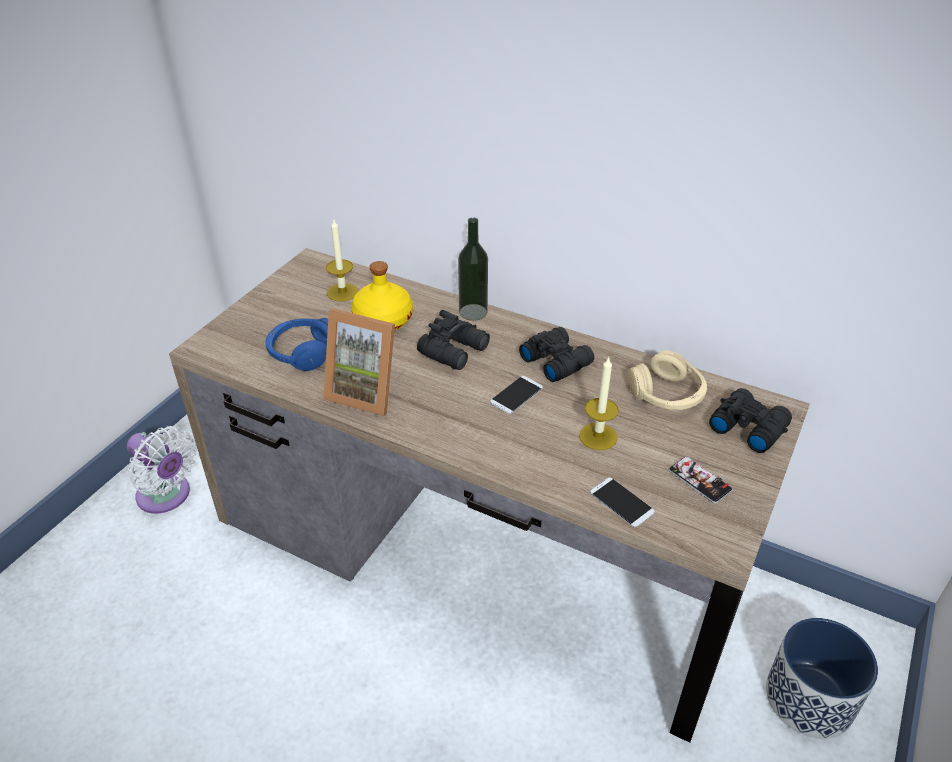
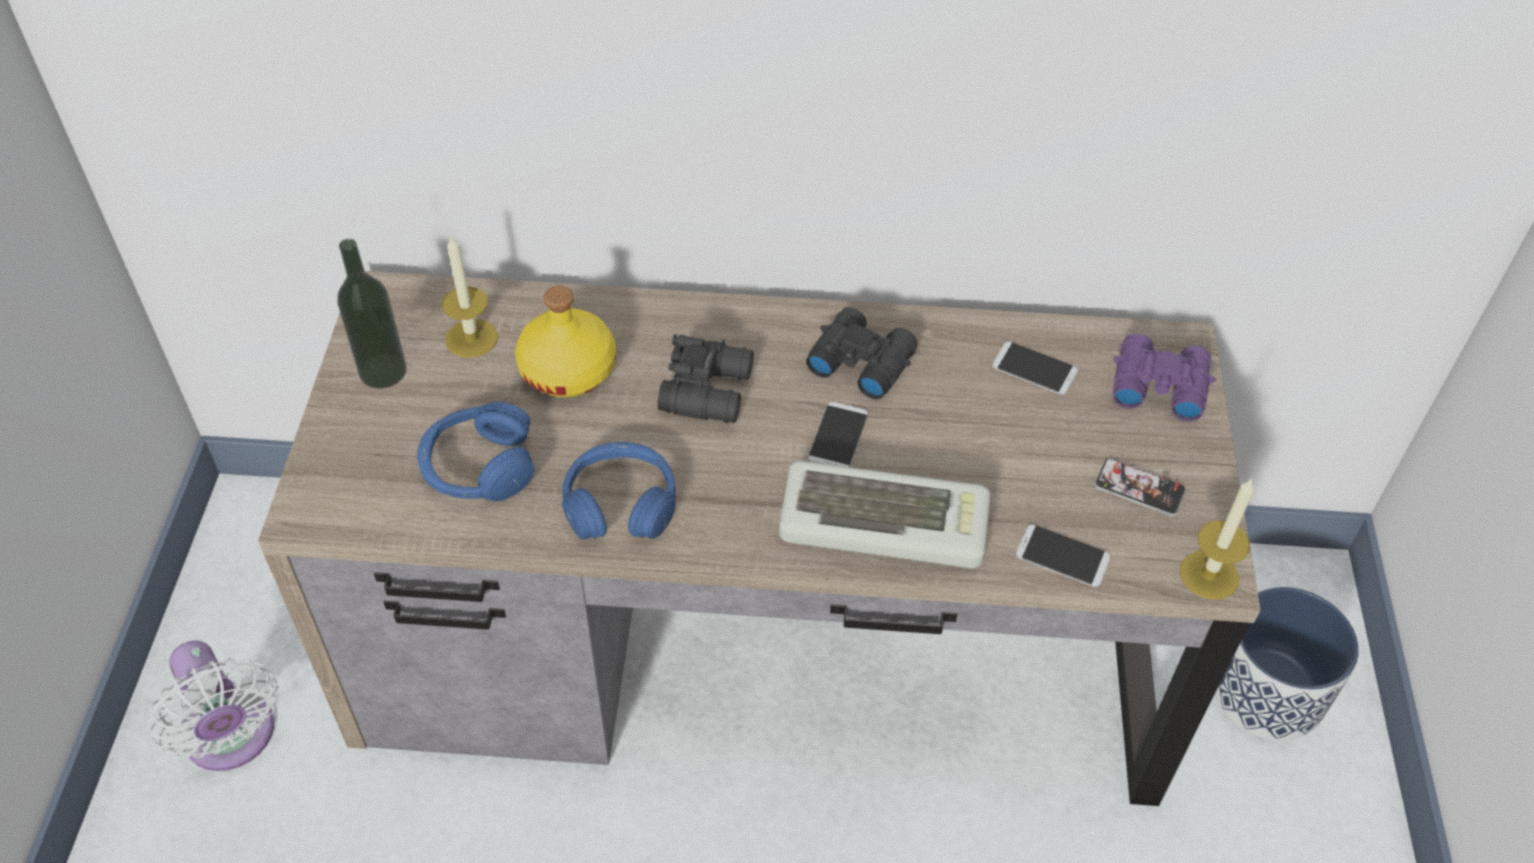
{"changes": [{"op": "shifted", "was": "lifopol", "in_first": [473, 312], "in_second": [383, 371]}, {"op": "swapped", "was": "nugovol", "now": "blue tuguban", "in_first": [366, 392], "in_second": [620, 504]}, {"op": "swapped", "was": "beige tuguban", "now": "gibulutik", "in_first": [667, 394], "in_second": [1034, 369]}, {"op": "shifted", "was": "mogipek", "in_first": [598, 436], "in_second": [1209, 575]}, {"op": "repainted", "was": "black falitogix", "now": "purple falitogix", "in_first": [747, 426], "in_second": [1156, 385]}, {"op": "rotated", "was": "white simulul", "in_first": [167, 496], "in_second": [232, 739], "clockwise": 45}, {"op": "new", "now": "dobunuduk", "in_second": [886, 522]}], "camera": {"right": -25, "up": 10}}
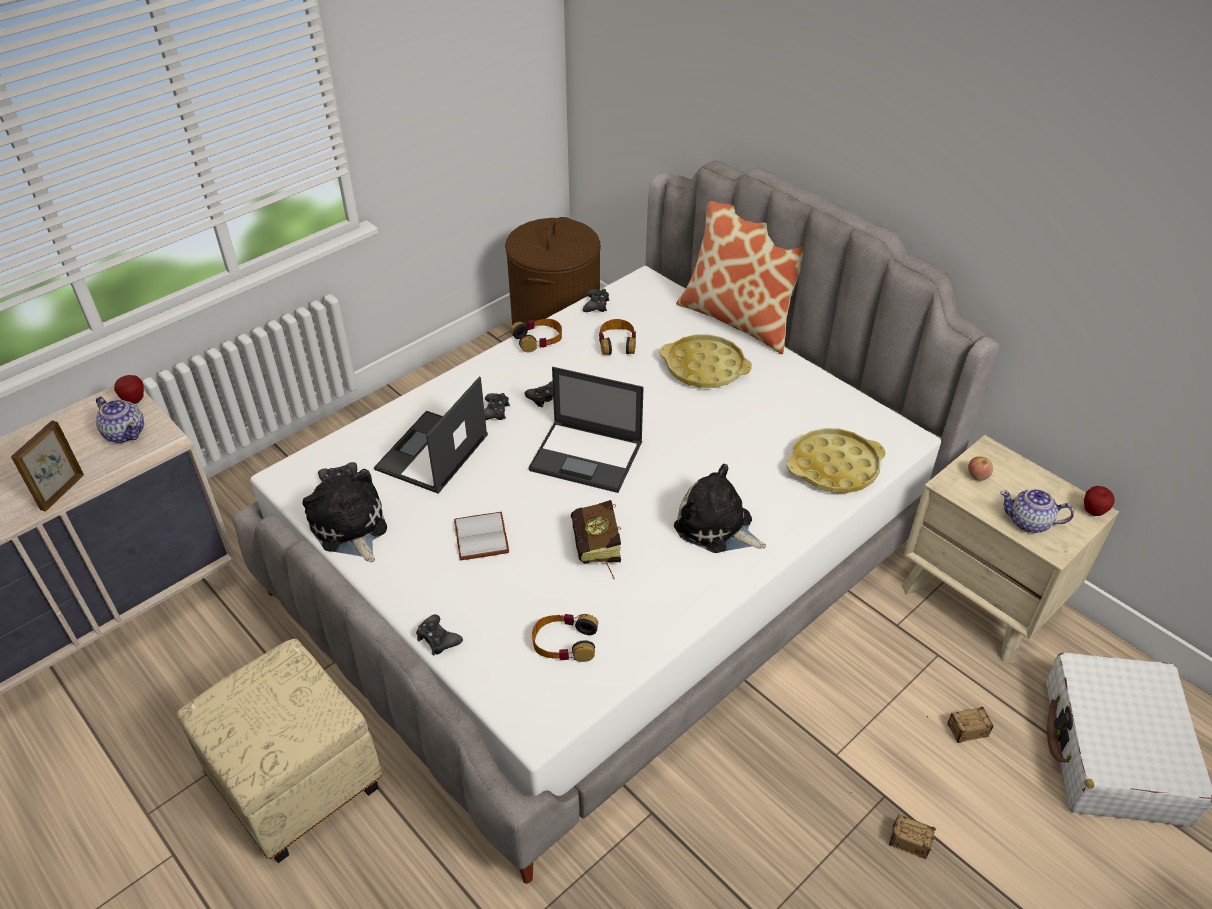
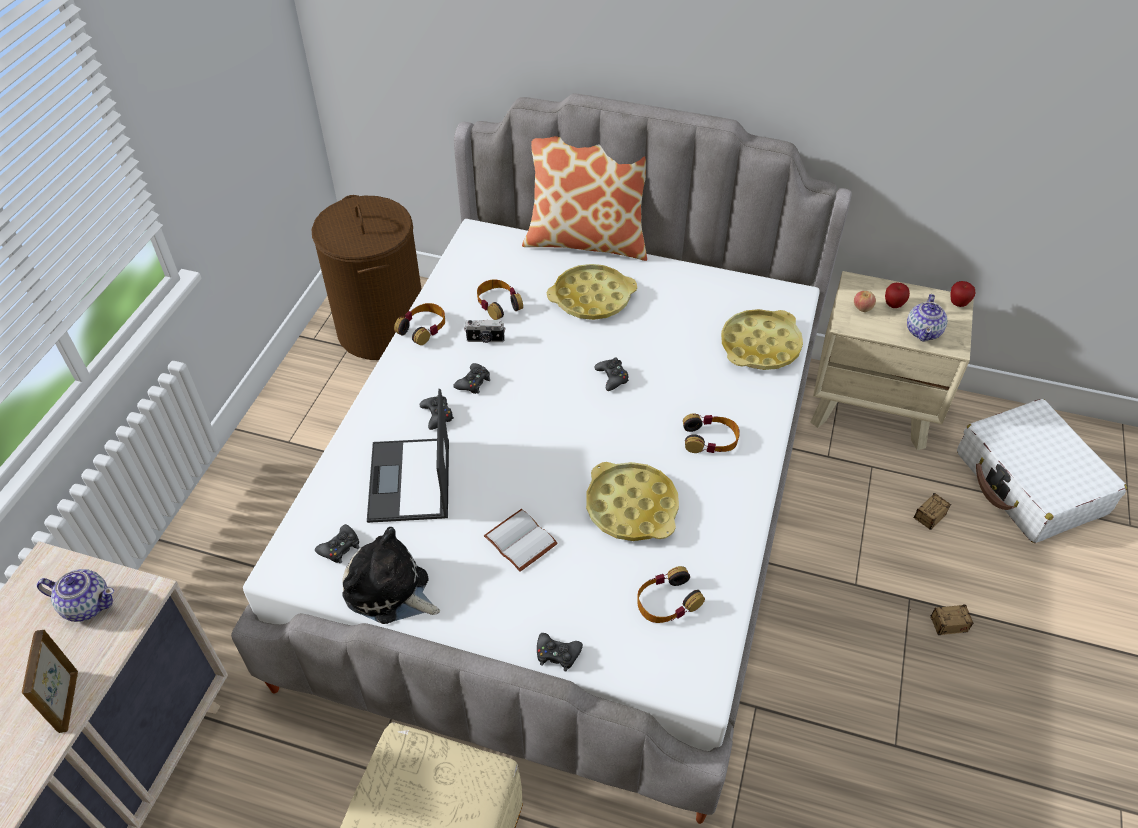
{"changes": [{"op": "shifted", "was": "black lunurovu", "in_first": [596, 305], "in_second": [612, 377]}, {"op": "gone", "was": "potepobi", "in_first": [587, 456]}, {"op": "shifted", "was": "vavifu", "in_first": [134, 400], "in_second": [893, 305]}, {"op": "swapped", "was": "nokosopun", "now": "tuguban", "in_first": [717, 527], "in_second": [710, 439]}, {"op": "rotated", "was": "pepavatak", "in_first": [1029, 522], "in_second": [923, 331], "clockwise": -60}, {"op": "swapped", "was": "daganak", "now": "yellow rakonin", "in_first": [597, 552], "in_second": [631, 507]}, {"op": "new", "now": "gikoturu", "in_second": [485, 340]}], "camera": {"right": -30, "up": 5}}
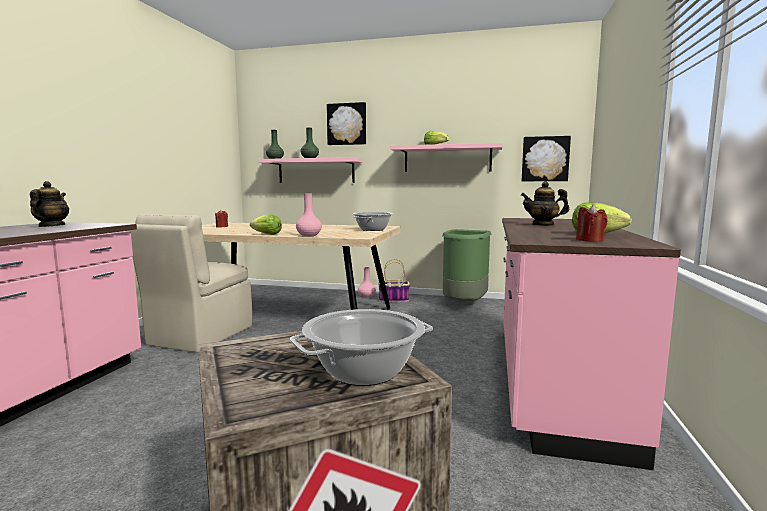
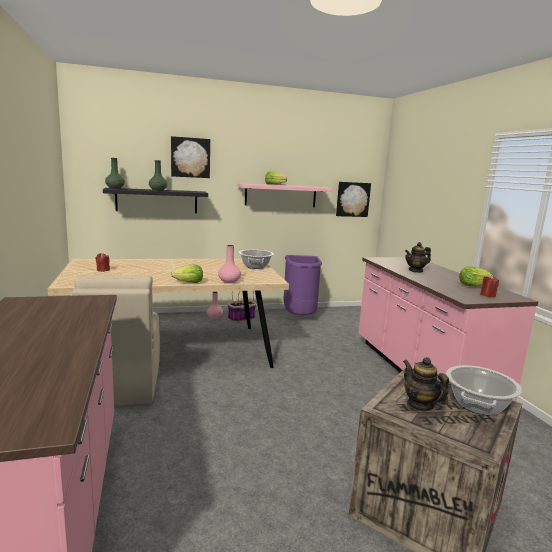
{"changes": [{"op": "repainted", "was": "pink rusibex", "now": "black rusibex", "in_first": [316, 171], "in_second": [157, 200]}, {"op": "shifted", "was": "pepavatak", "in_first": [51, 226], "in_second": [420, 405]}, {"op": "repainted", "was": "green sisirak", "now": "purple sisirak", "in_first": [464, 305], "in_second": [300, 317]}], "camera": {"right": -30, "up": 5}}
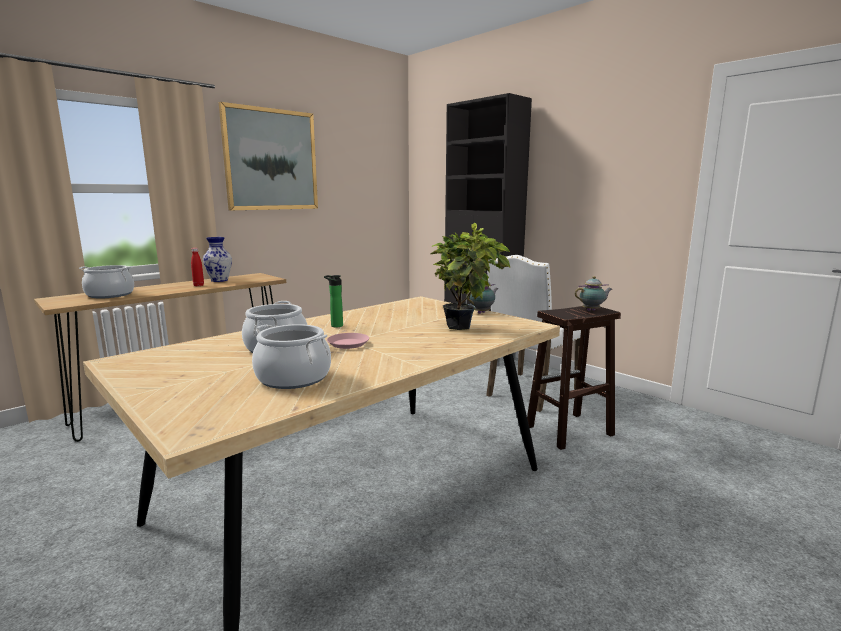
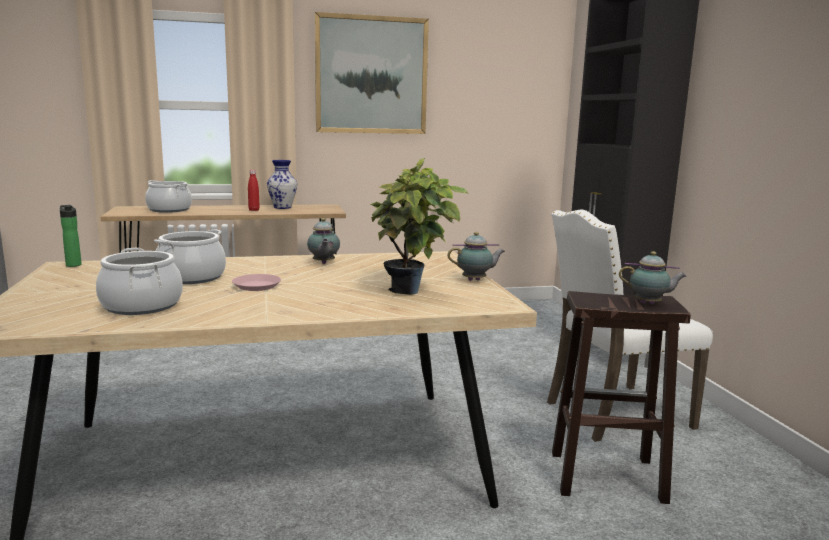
{"changes": [{"op": "shifted", "was": "lifopol", "in_first": [335, 325], "in_second": [73, 264]}, {"op": "new", "now": "pepavatak", "in_second": [323, 263]}], "camera": {"right": 30, "up": 0}}
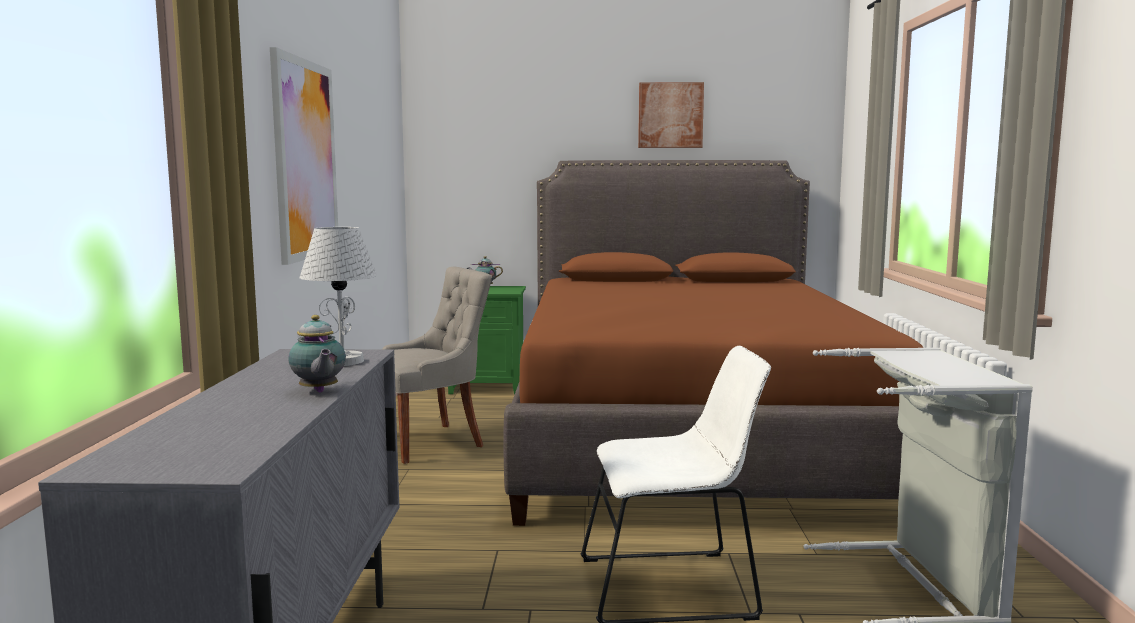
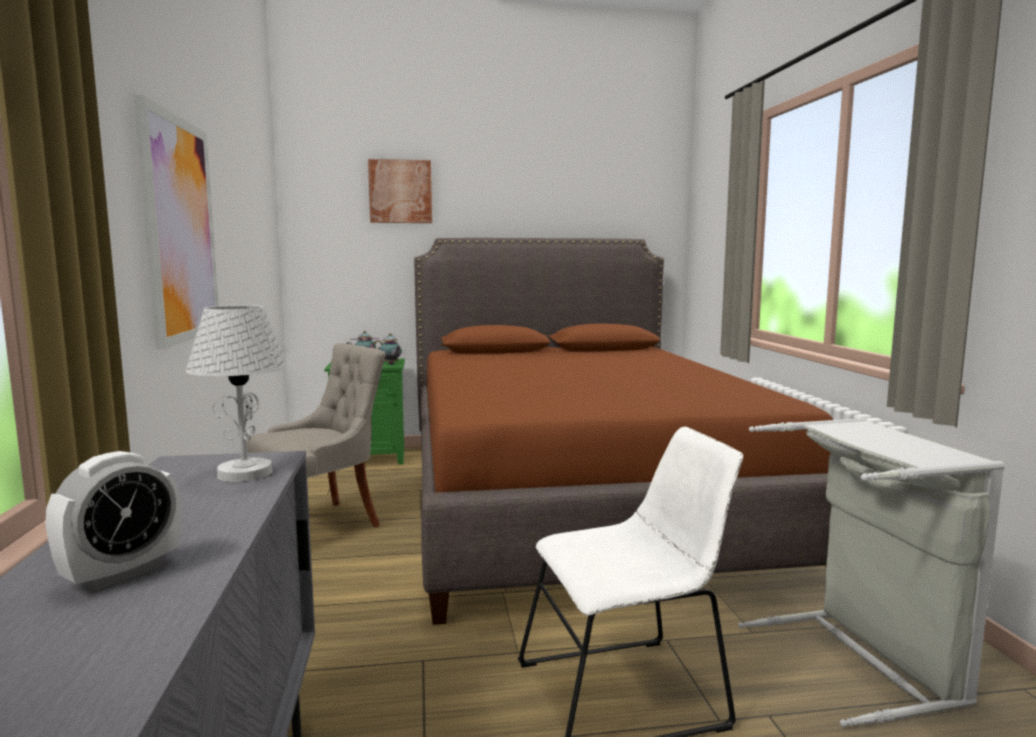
{"changes": [{"op": "shifted", "was": "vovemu", "in_first": [670, 115], "in_second": [400, 191]}, {"op": "shifted", "was": "pepavatak", "in_first": [318, 391], "in_second": [391, 364]}, {"op": "new", "now": "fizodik", "in_second": [122, 573]}], "camera": {"right": -10, "up": 0}}
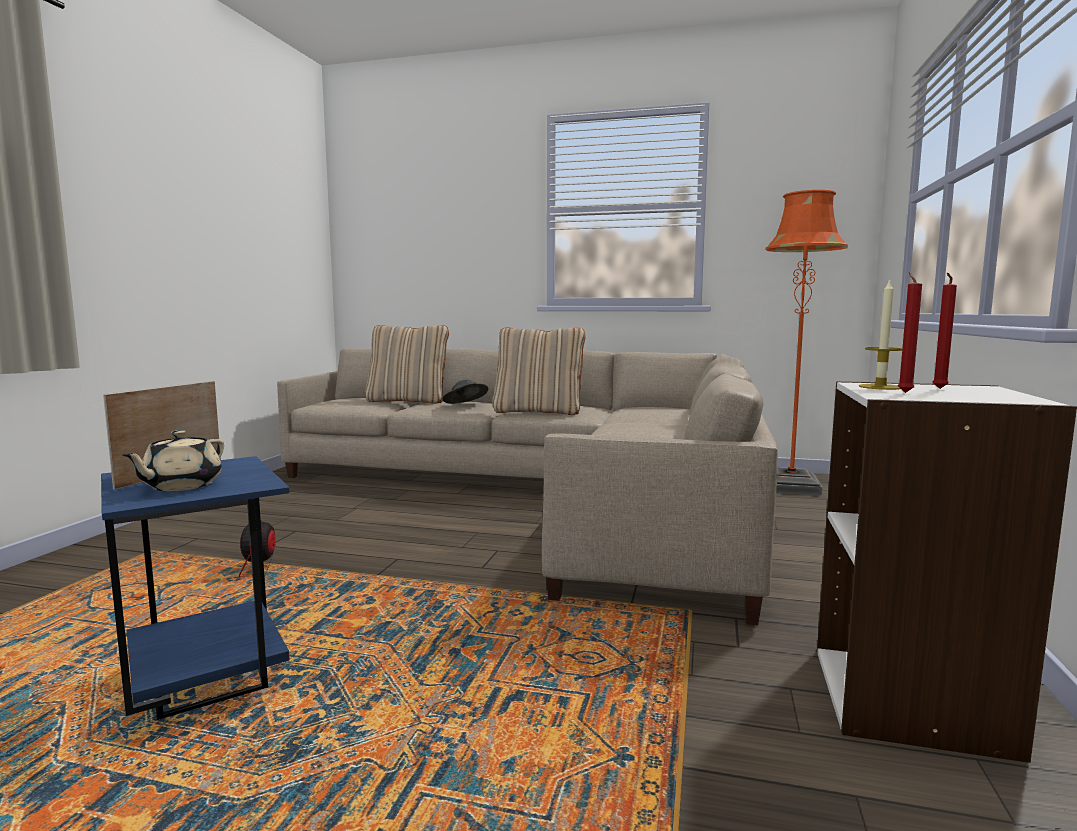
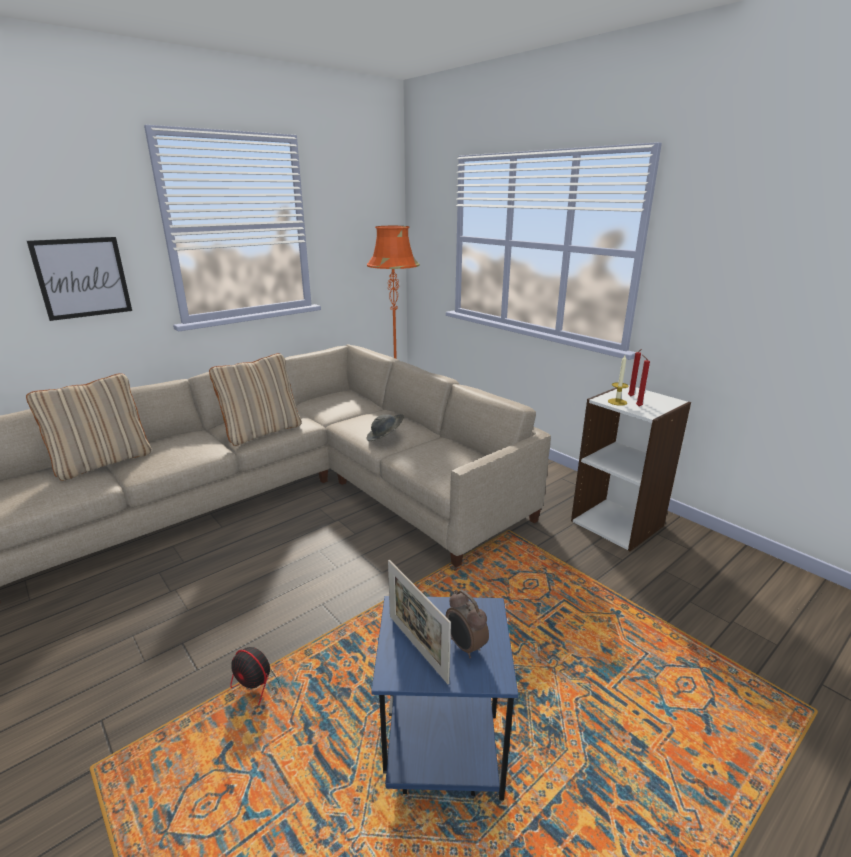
{"changes": [{"op": "shifted", "was": "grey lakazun", "in_first": [465, 405], "in_second": [385, 437]}, {"op": "swapped", "was": "beige pepavatak", "now": "fizodik", "in_first": [181, 486], "in_second": [465, 646]}, {"op": "new", "now": "vovemu", "in_second": [82, 278]}], "camera": {"right": -55, "up": 15}}
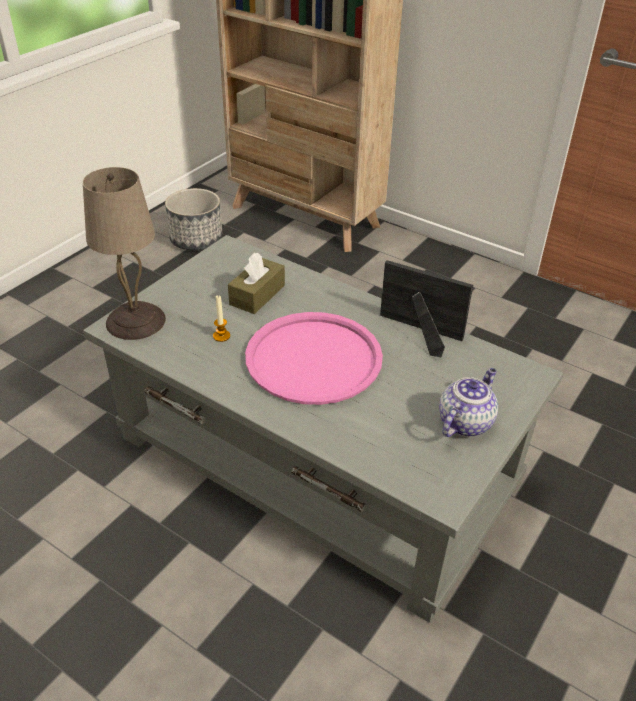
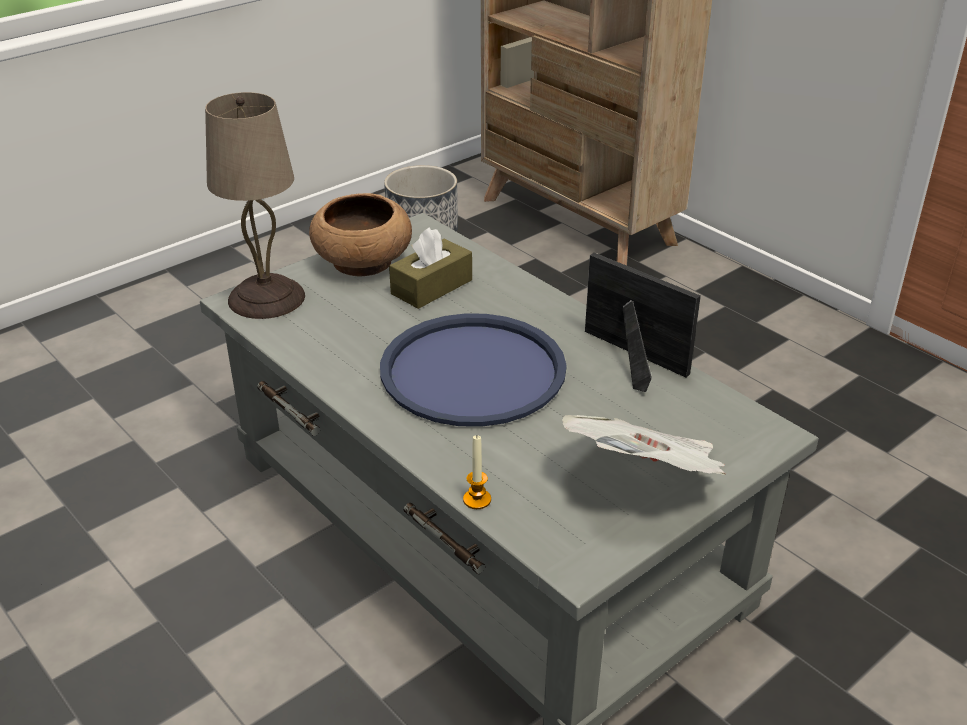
{"changes": [{"op": "shifted", "was": "mogipek", "in_first": [221, 336], "in_second": [477, 500]}, {"op": "repainted", "was": "pink rakonin", "now": "blue rakonin", "in_first": [313, 359], "in_second": [472, 371]}, {"op": "swapped", "was": "pepavatak", "now": "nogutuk", "in_first": [465, 422], "in_second": [647, 477]}, {"op": "new", "now": "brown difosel", "in_second": [363, 263]}], "camera": {"right": 15, "up": -5}}
